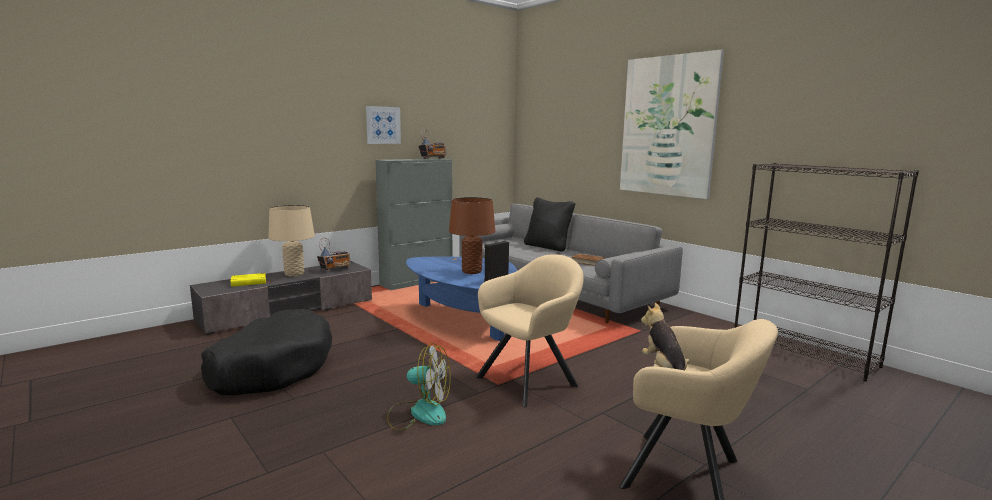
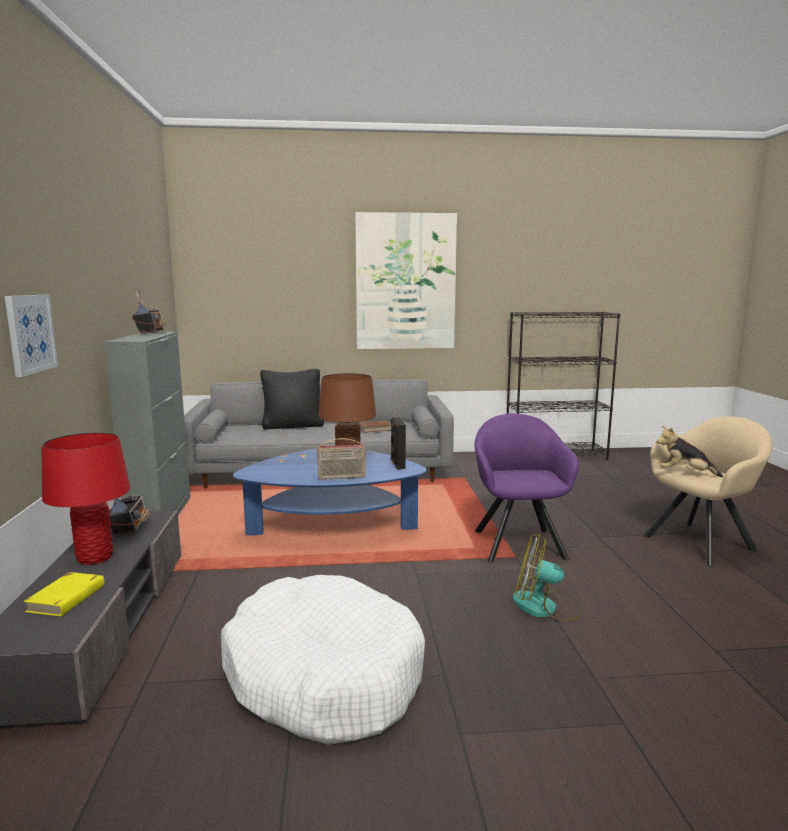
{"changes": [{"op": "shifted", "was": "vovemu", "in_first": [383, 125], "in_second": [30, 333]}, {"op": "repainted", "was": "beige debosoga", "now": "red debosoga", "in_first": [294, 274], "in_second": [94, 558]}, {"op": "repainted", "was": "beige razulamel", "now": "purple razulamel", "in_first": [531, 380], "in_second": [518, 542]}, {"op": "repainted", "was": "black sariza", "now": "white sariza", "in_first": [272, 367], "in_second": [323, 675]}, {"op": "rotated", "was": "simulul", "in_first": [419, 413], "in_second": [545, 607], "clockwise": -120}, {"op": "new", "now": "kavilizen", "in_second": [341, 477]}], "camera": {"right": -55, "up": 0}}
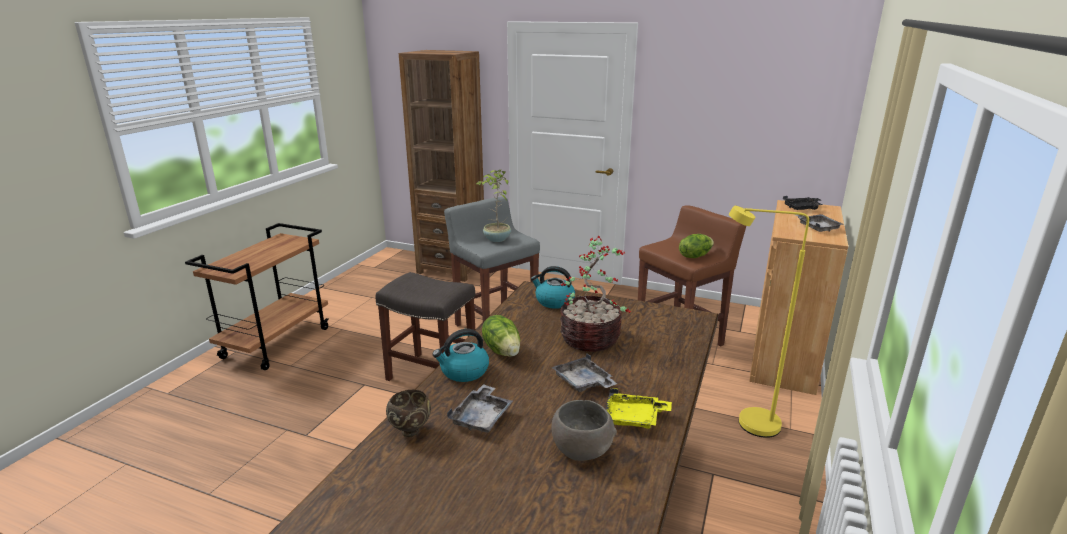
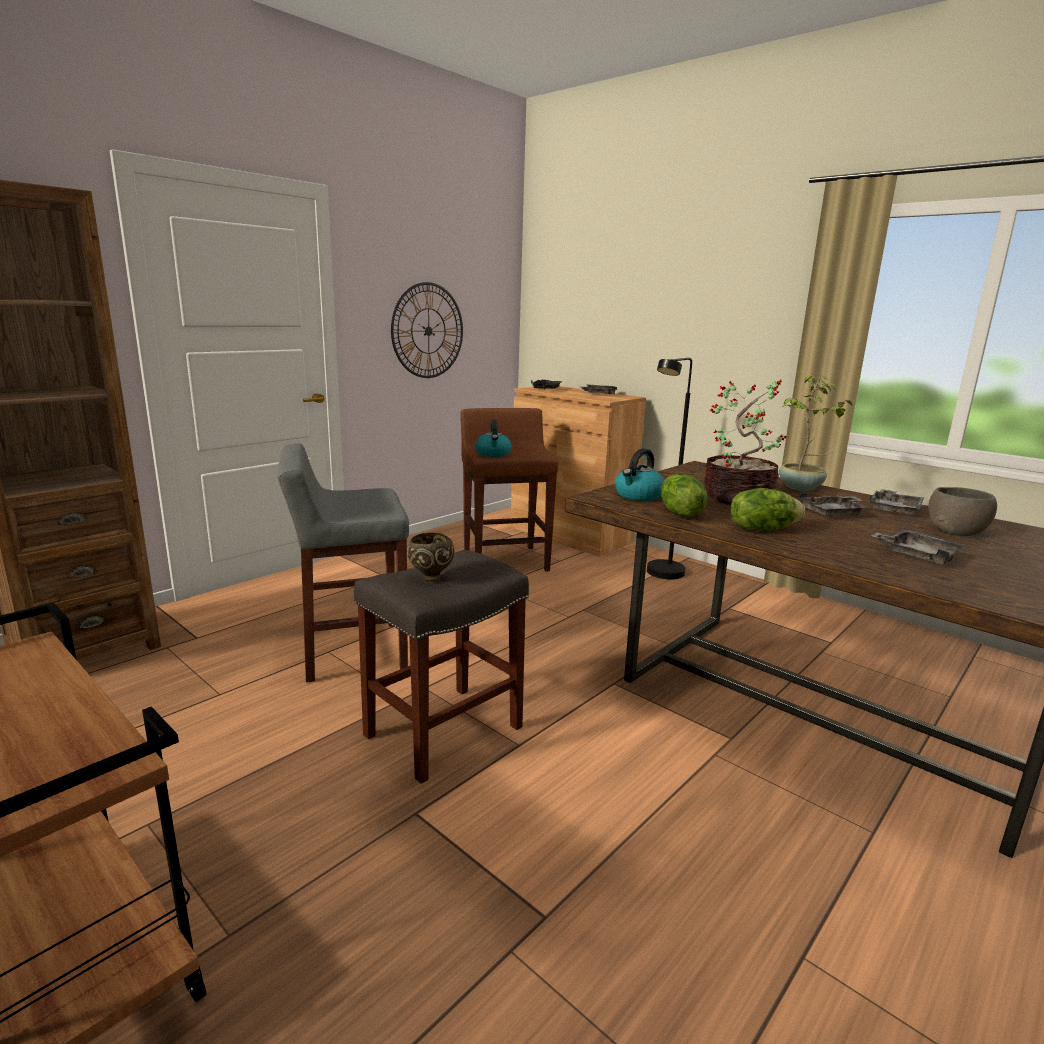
{"changes": [{"op": "shifted", "was": "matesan", "in_first": [496, 239], "in_second": [801, 488]}, {"op": "repainted", "was": "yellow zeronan", "now": "black zeronan", "in_first": [747, 423], "in_second": [661, 575]}, {"op": "shifted", "was": "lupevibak", "in_first": [694, 256], "in_second": [679, 513]}, {"op": "shifted", "was": "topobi", "in_first": [463, 371], "in_second": [493, 454]}, {"op": "repainted", "was": "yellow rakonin", "now": "grey rakonin", "in_first": [634, 418], "in_second": [894, 509]}, {"op": "shifted", "was": "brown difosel", "in_first": [411, 431], "in_second": [430, 577]}, {"op": "new", "now": "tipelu", "in_second": [428, 331]}], "camera": {"right": -70, "up": -5}}
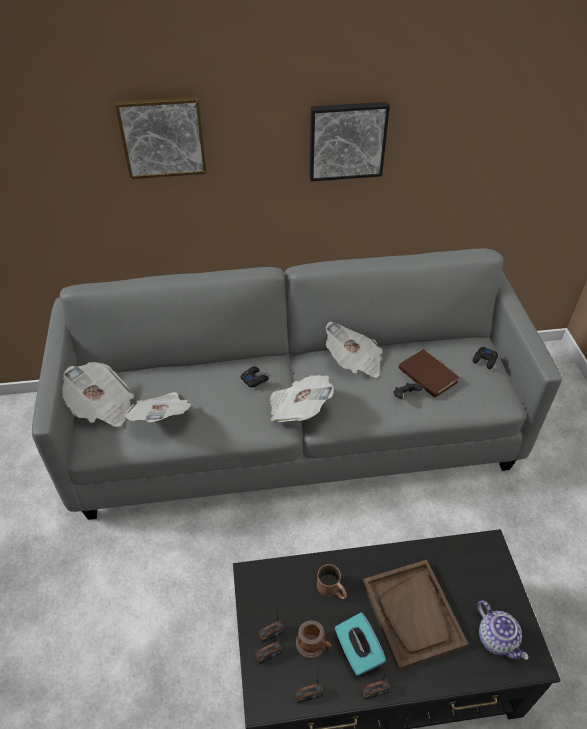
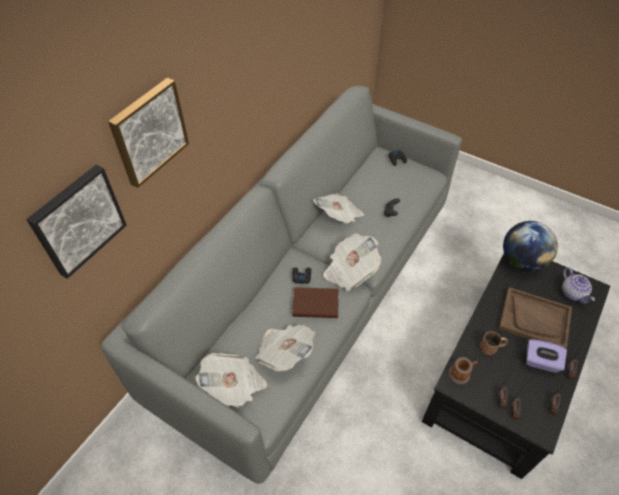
{"changes": [{"op": "shifted", "was": "vovemu", "in_first": [347, 140], "in_second": [77, 220]}, {"op": "shifted", "was": "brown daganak", "in_first": [427, 375], "in_second": [315, 305]}, {"op": "rotated", "was": "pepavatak", "in_first": [497, 639], "in_second": [573, 293], "clockwise": 60}, {"op": "repainted", "was": "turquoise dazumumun", "now": "purple dazumumun", "in_first": [357, 652], "in_second": [541, 362]}, {"op": "shifted", "was": "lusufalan", "in_first": [314, 645], "in_second": [461, 373]}, {"op": "new", "now": "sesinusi", "in_second": [522, 261]}], "camera": {"right": -50, "up": 5}}
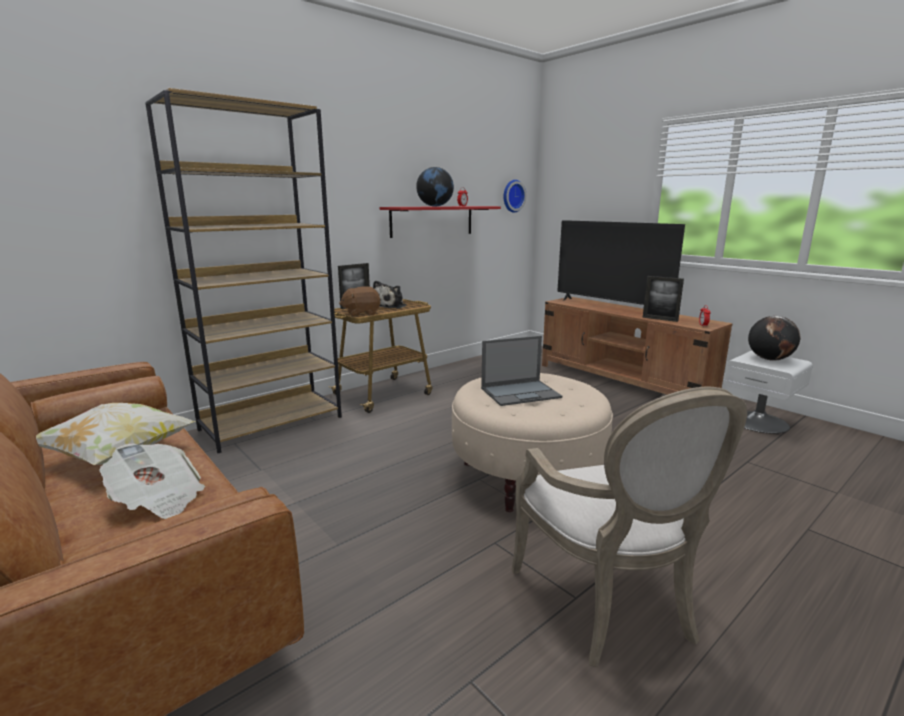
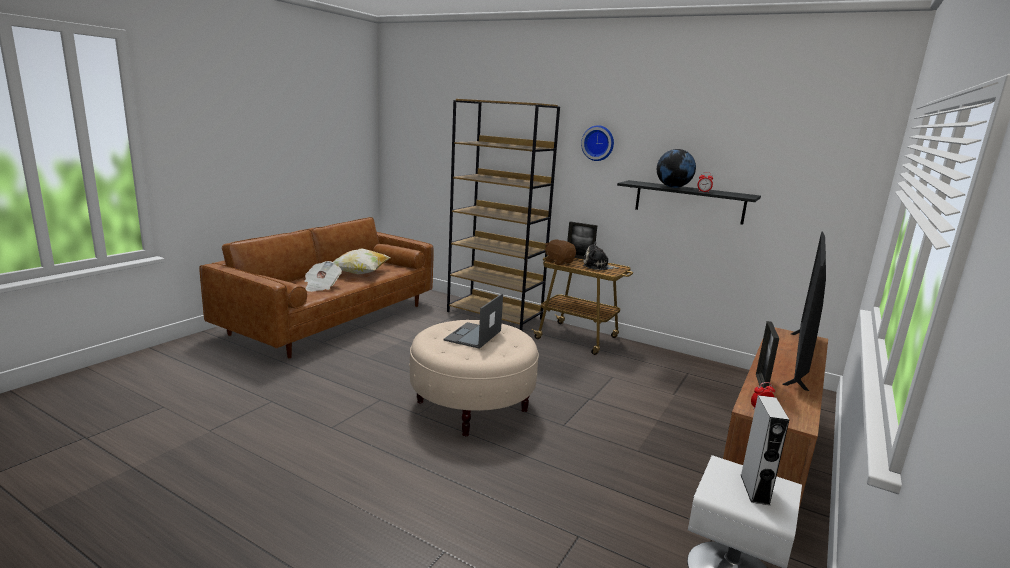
{"changes": [{"op": "shifted", "was": "tipelu", "in_first": [512, 196], "in_second": [598, 143]}, {"op": "repainted", "was": "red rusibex", "now": "black rusibex", "in_first": [432, 221], "in_second": [689, 202]}, {"op": "swapped", "was": "sesinusi", "now": "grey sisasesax", "in_first": [769, 359], "in_second": [754, 489]}, {"op": "rotated", "was": "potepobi", "in_first": [521, 393], "in_second": [473, 336], "clockwise": 60}, {"op": "gone", "was": "razulamel", "in_first": [611, 606]}], "camera": {"right": 70, "up": 0}}
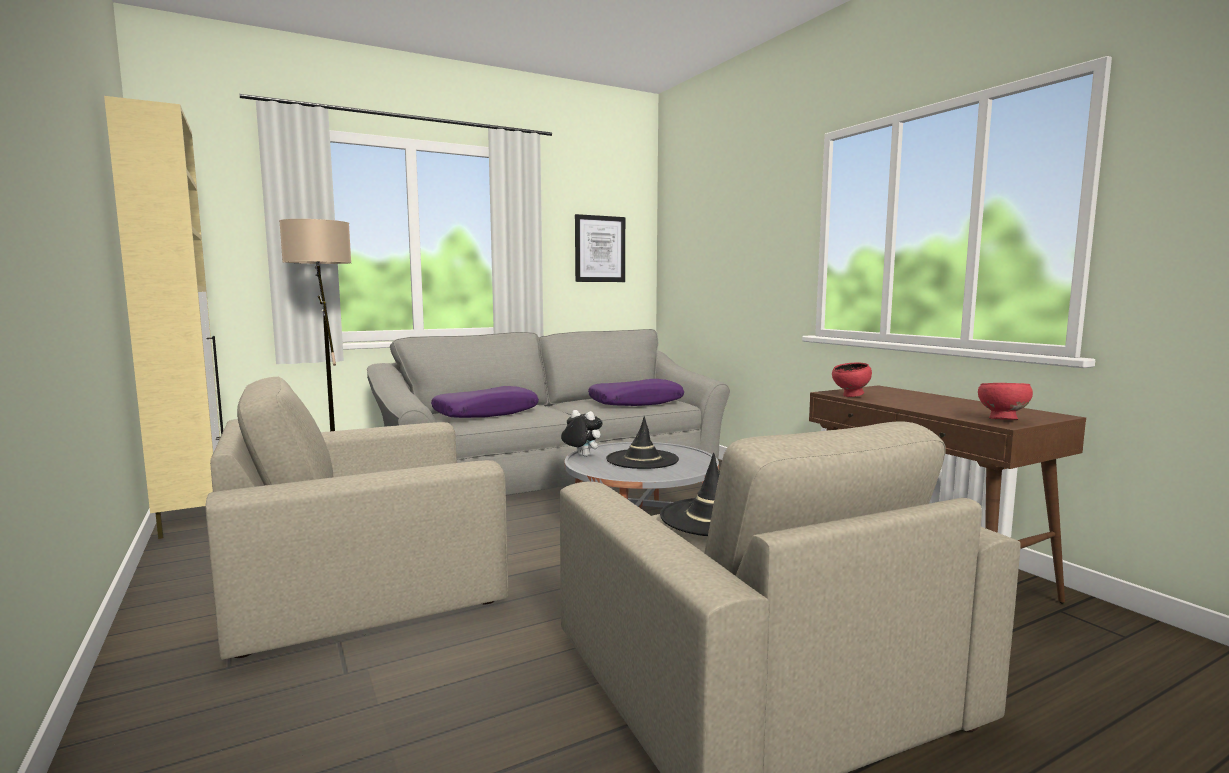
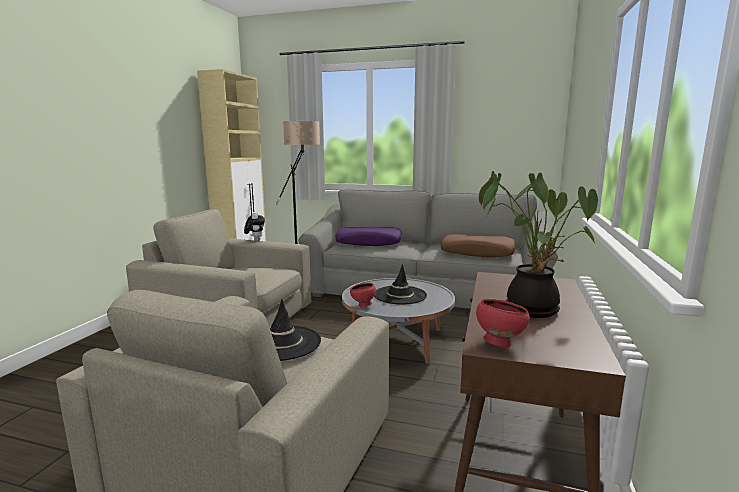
{"changes": [{"op": "gone", "was": "vovemu", "in_first": [600, 249]}, {"op": "shifted", "was": "red difosel", "in_first": [851, 396], "in_second": [363, 306]}, {"op": "repainted", "was": "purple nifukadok", "now": "brown nifukadok", "in_first": [636, 402], "in_second": [477, 253]}, {"op": "shifted", "was": "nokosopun", "in_first": [581, 456], "in_second": [255, 240]}, {"op": "new", "now": "matesan", "in_second": [531, 308]}], "camera": {"right": 45, "up": 5}}
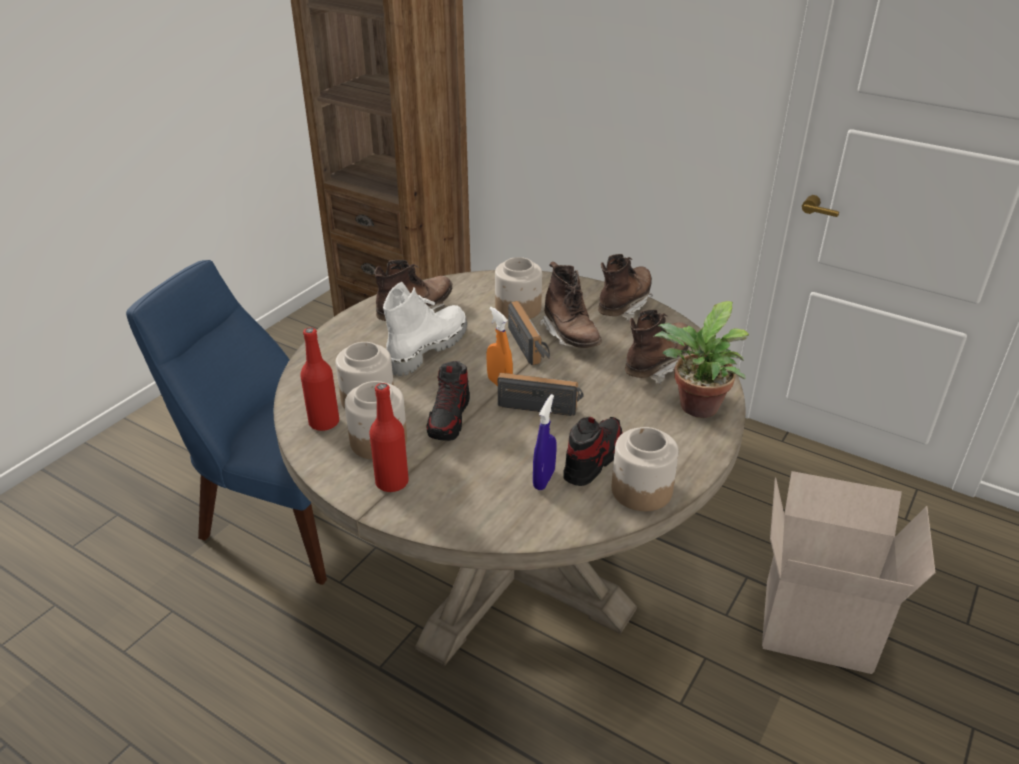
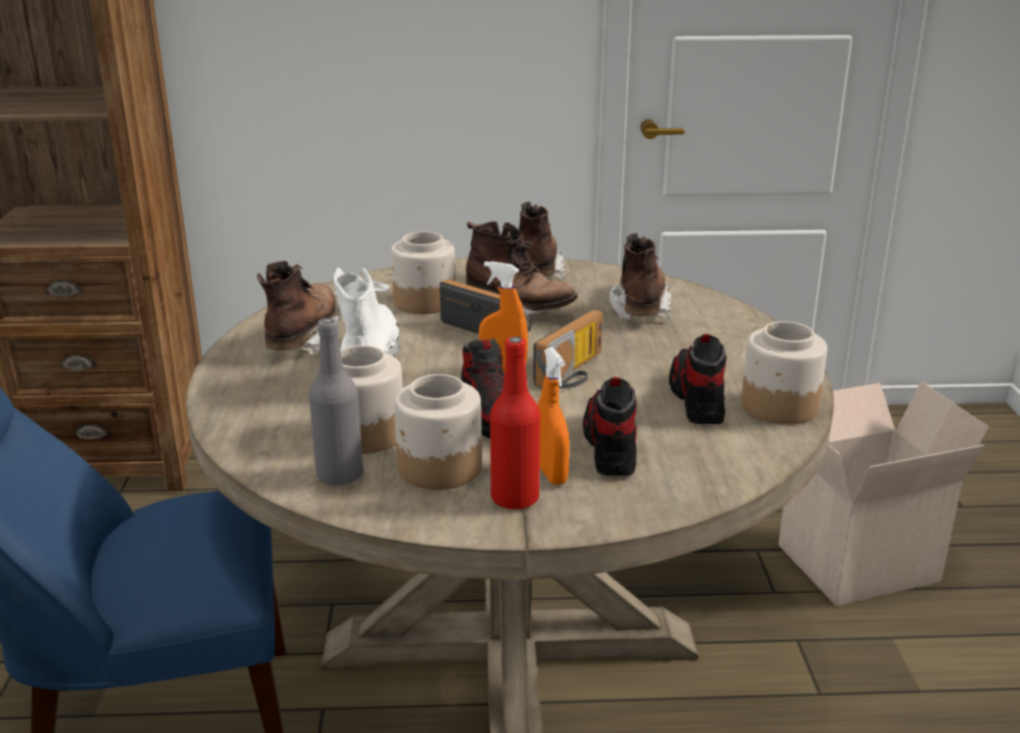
{"changes": [{"op": "gone", "was": "matesan", "in_first": [696, 409]}, {"op": "repainted", "was": "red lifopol", "now": "grey lifopol", "in_first": [324, 422], "in_second": [339, 475]}, {"op": "rotated", "was": "kavilizen", "in_first": [541, 404], "in_second": [574, 373], "clockwise": 150}, {"op": "gone", "was": "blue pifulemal", "in_first": [544, 479]}, {"op": "new", "now": "orange pifulemal", "in_second": [551, 474]}, {"op": "new", "now": "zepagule", "in_second": [609, 446]}], "camera": {"right": -35, "up": -10}}
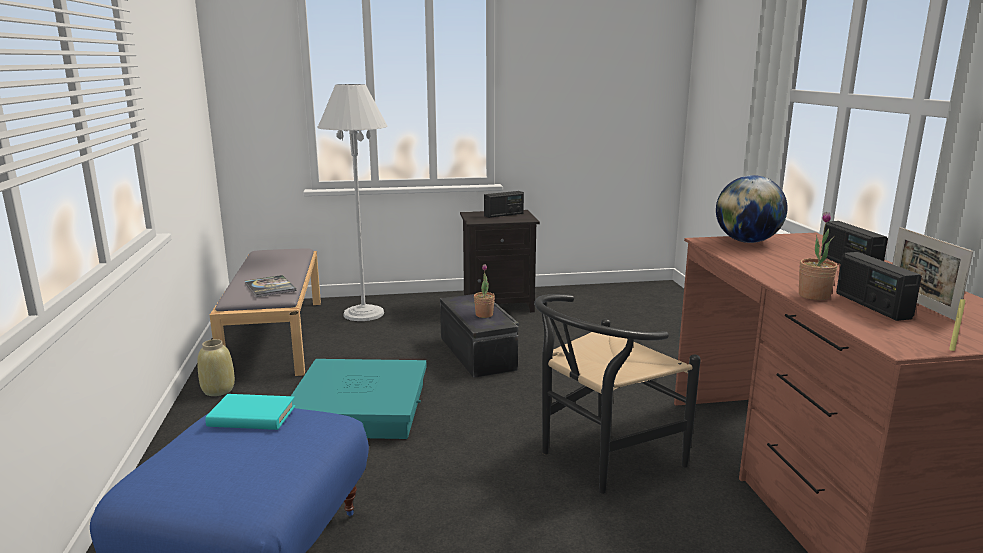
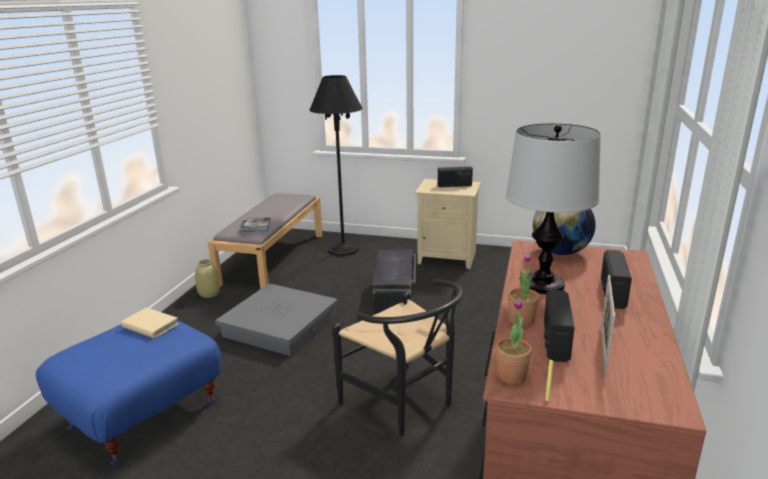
{"changes": [{"op": "repainted", "was": "white zeronan", "now": "black zeronan", "in_first": [364, 314], "in_second": [343, 249]}, {"op": "repainted", "was": "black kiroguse", "now": "beige kiroguse", "in_first": [499, 304], "in_second": [448, 257]}, {"op": "shifted", "was": "matesan", "in_first": [484, 315], "in_second": [511, 376]}, {"op": "rotated", "was": "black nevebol", "in_first": [600, 458], "in_second": [404, 405], "clockwise": -120}, {"op": "repainted", "was": "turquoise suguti", "now": "grey suguti", "in_first": [360, 409], "in_second": [279, 326]}, {"op": "repainted", "was": "turquoise daganak", "now": "beige daganak", "in_first": [252, 417], "in_second": [150, 326]}, {"op": "new", "now": "debosoga", "in_second": [543, 285]}], "camera": {"right": 25, "up": 5}}
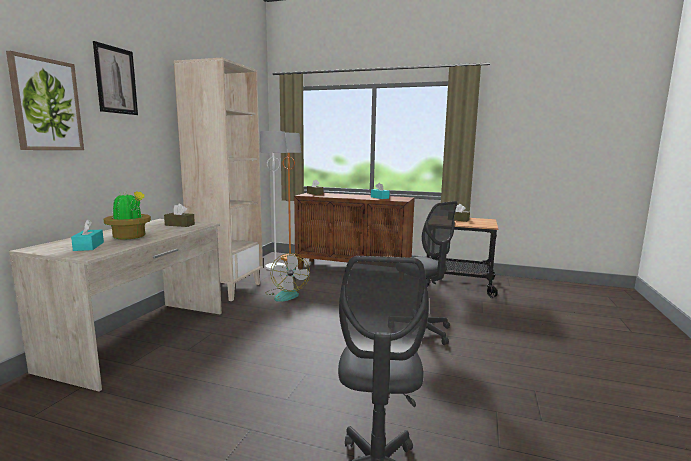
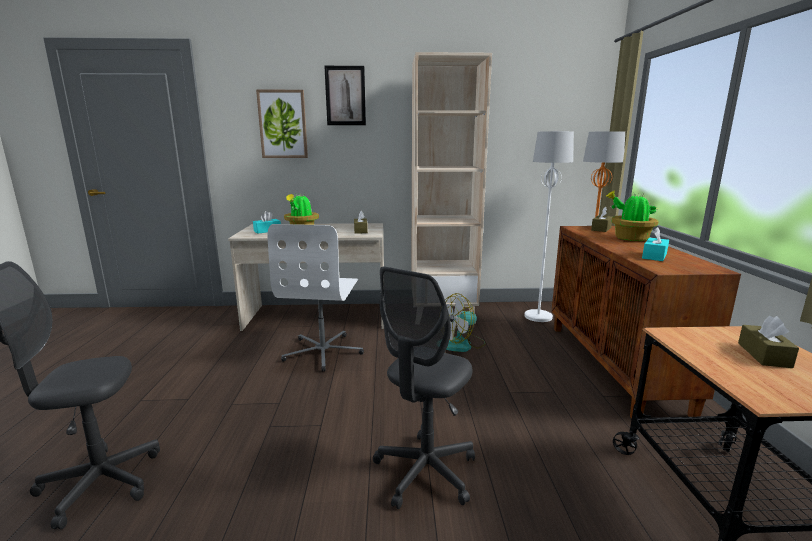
{"changes": [{"op": "new", "now": "matesan", "in_second": [629, 239]}, {"op": "new", "now": "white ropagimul", "in_second": [323, 351]}], "camera": {"right": 70, "up": 5}}
